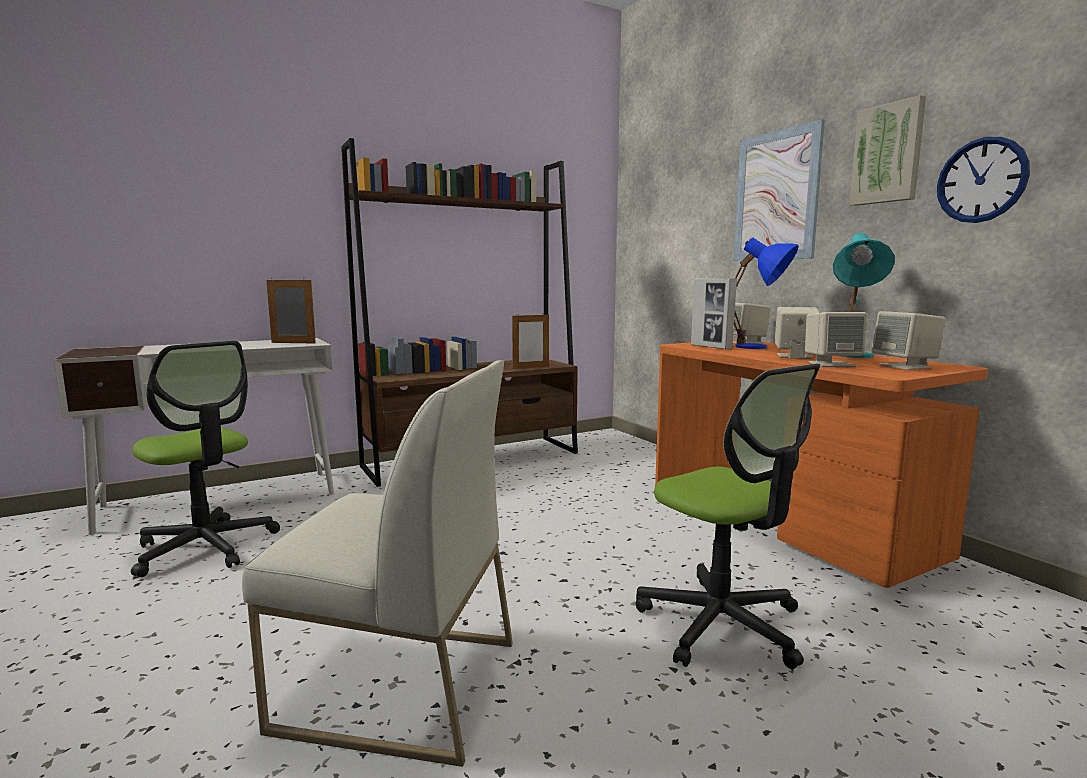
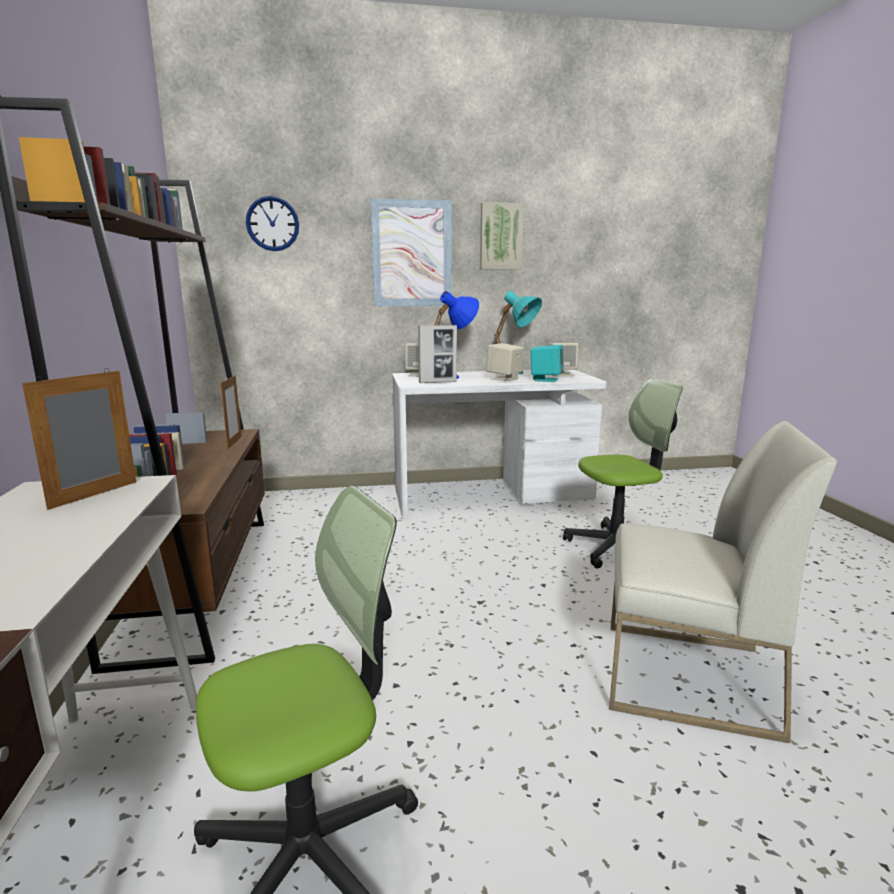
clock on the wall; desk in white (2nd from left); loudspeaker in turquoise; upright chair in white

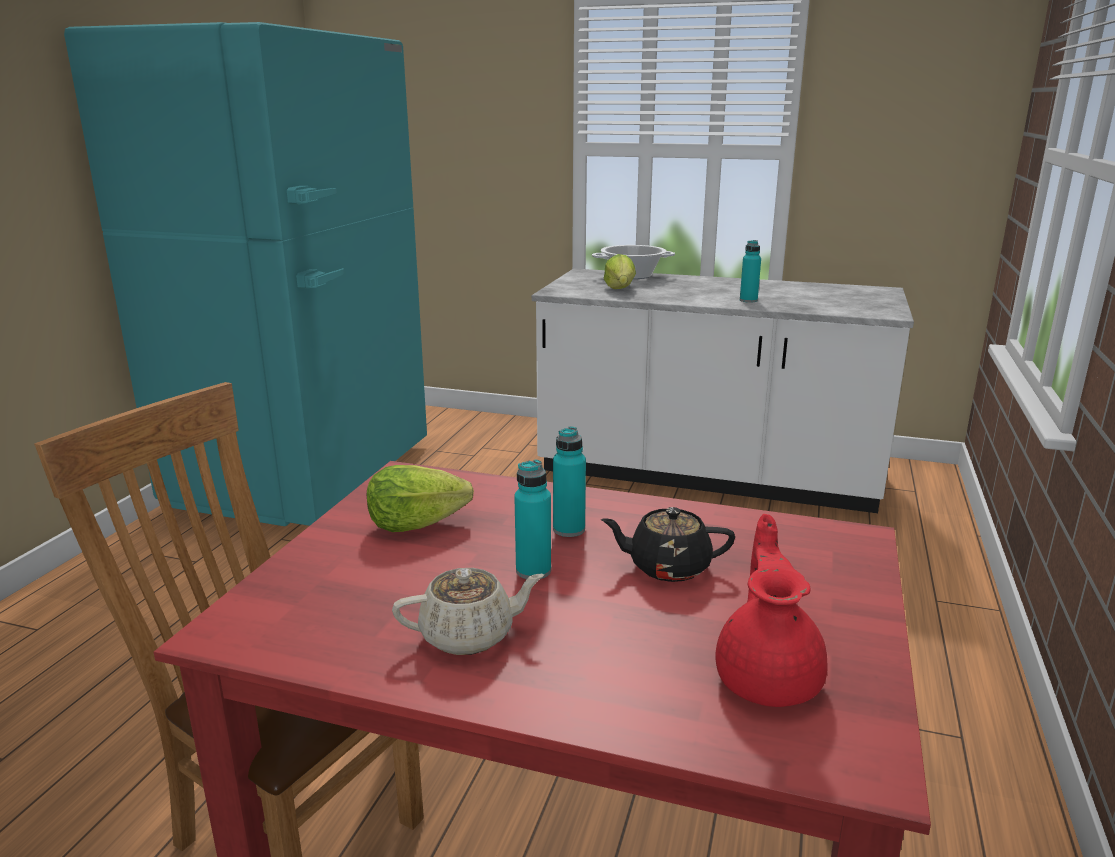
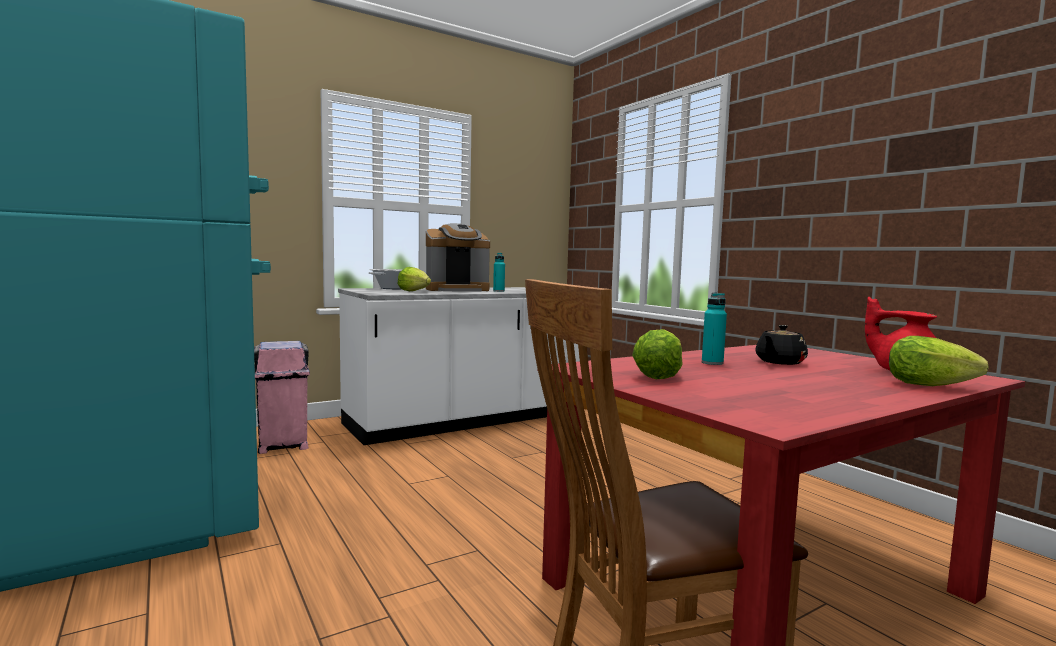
teapot in beige; drink bottle in turquoise (1st from left in the first image); rubbish bin in pink; coffee brewer; lettuce (3rd from left)

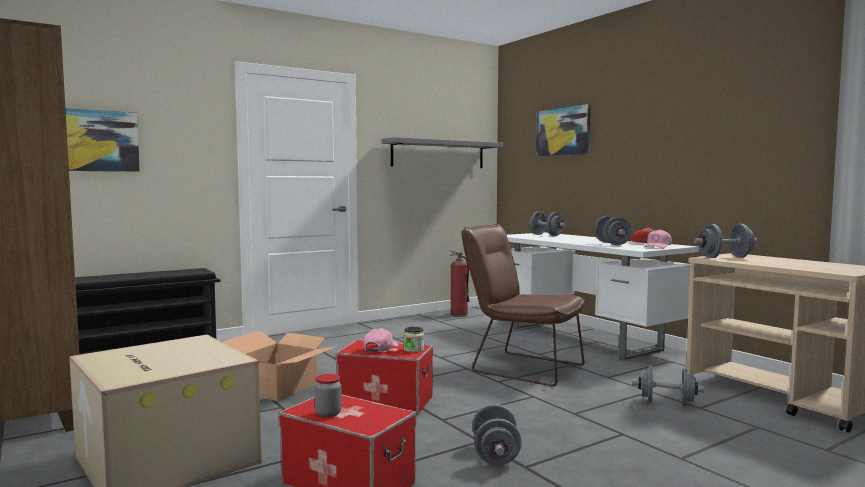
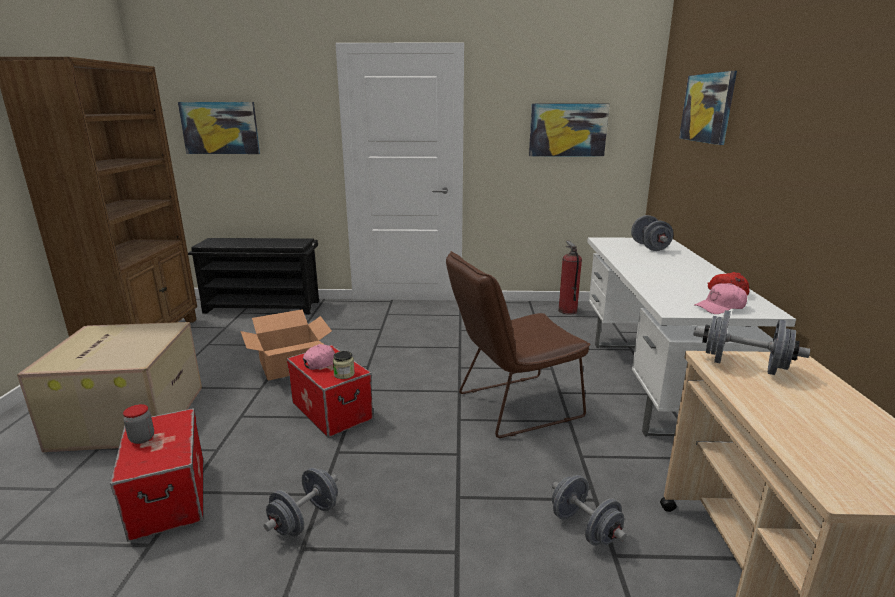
free weight in greyish (3rd from left in the first image); picture (2nd from left); upright chair in brown

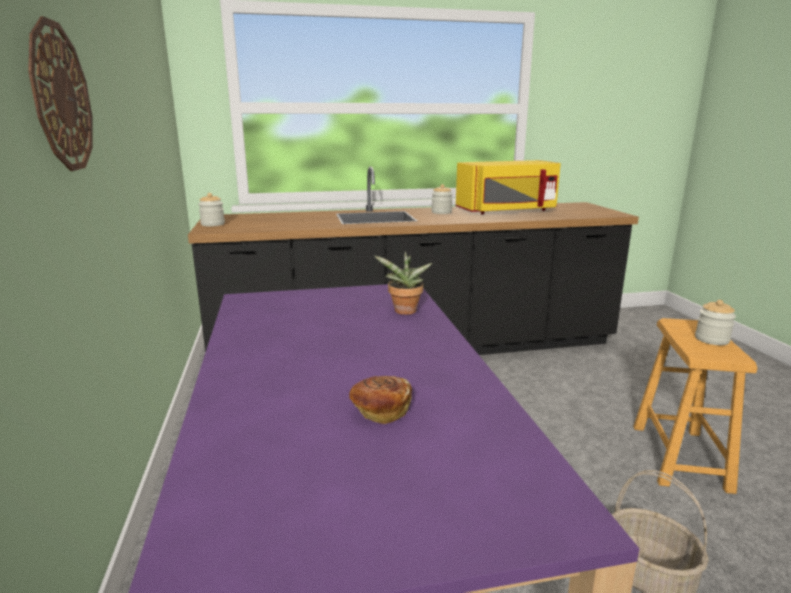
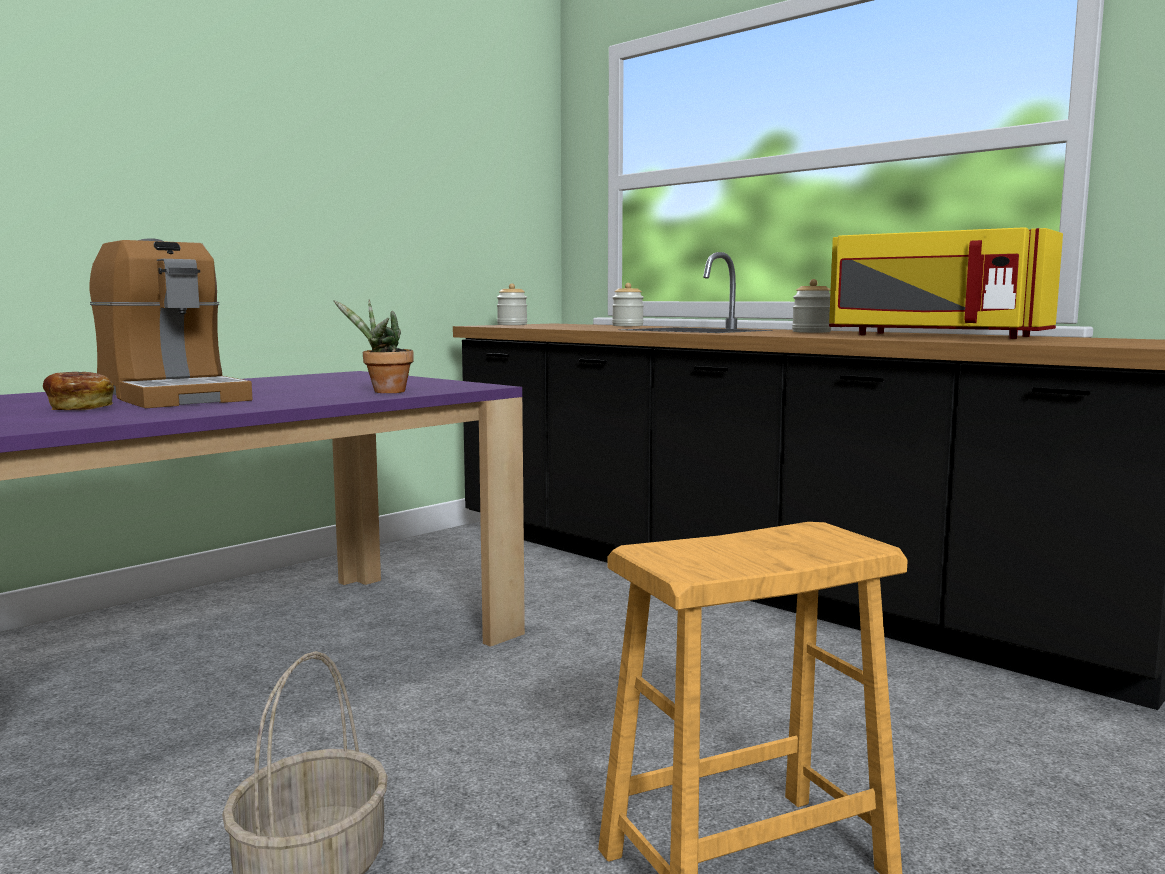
clock on the wall; coffee brewer; preserve jar (2nd from left)

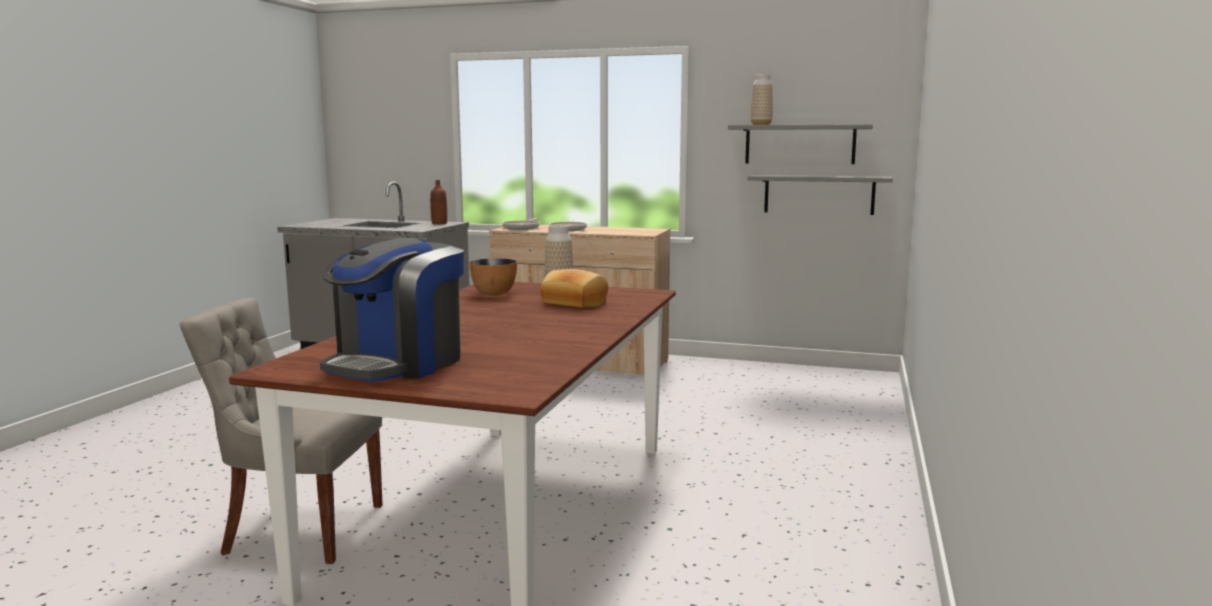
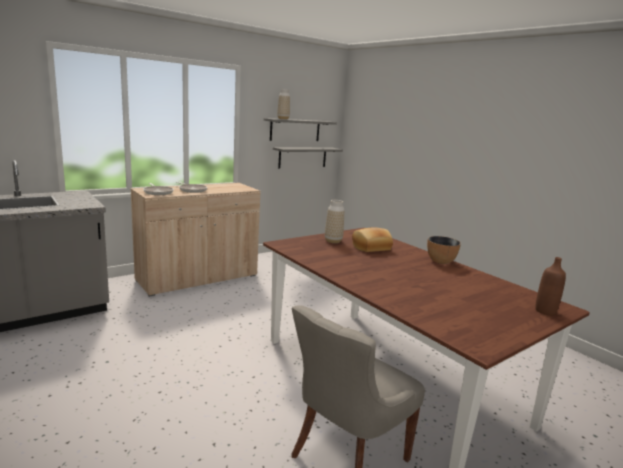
coffee brewer; drink bottle in brown; deep dish

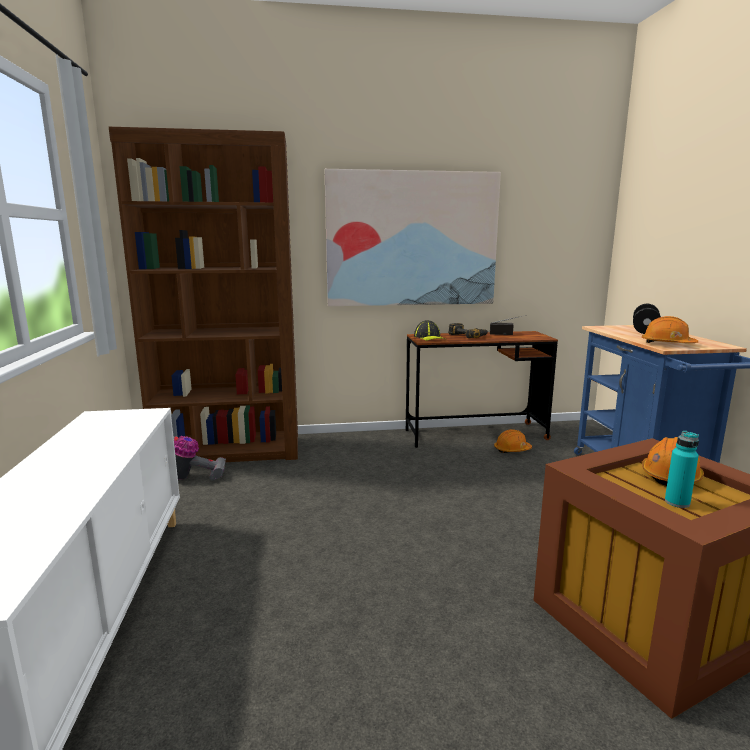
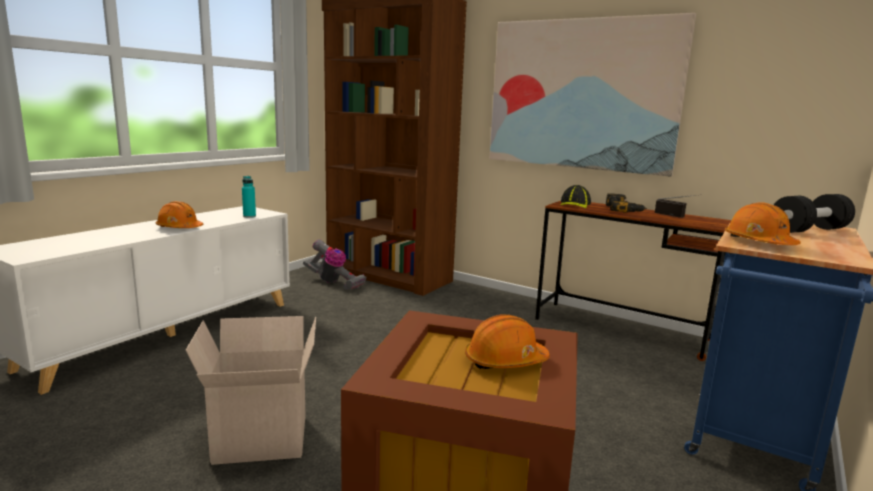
cardboard box; work helmet in orange-coloured (1st from left); drink bottle in turquoise

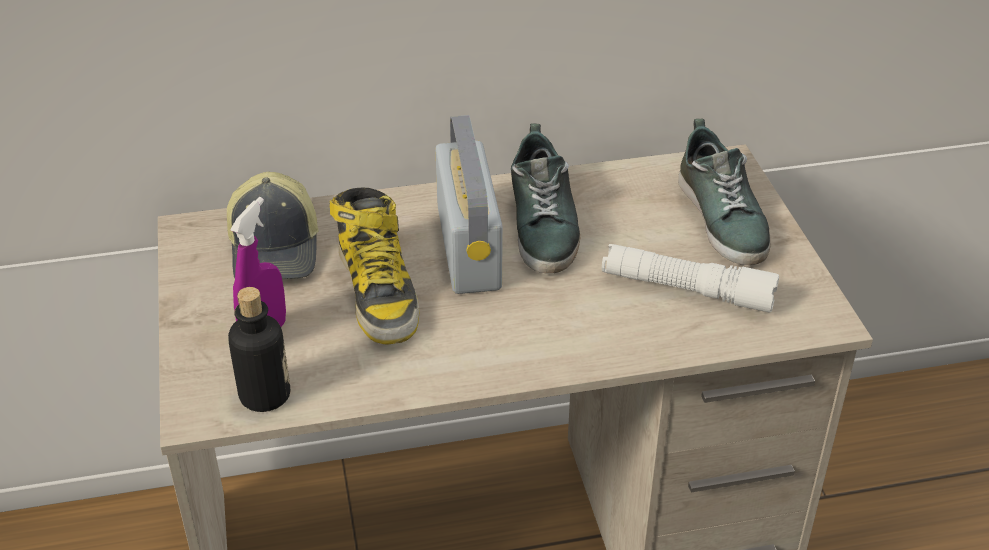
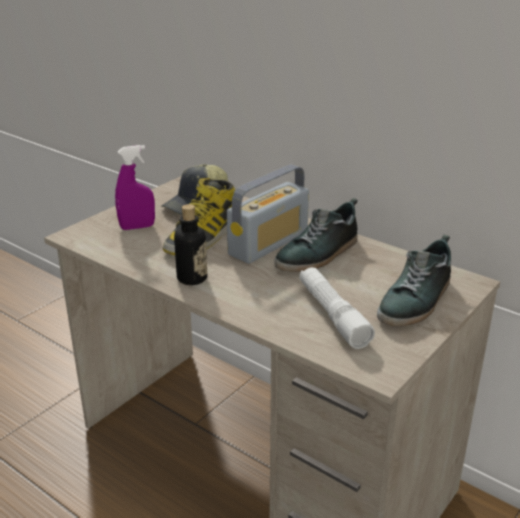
drink bottle

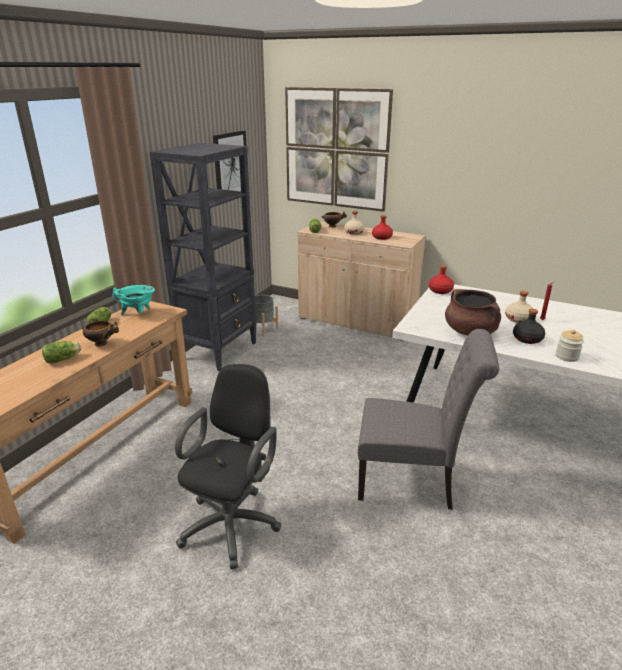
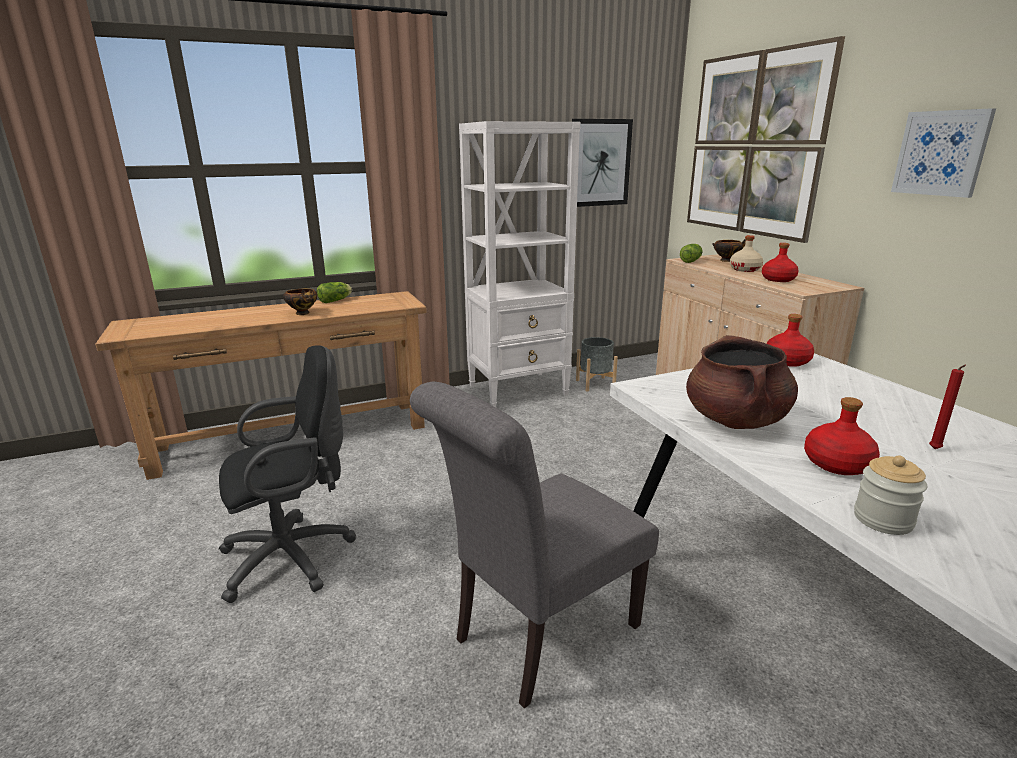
lettuce (1st from left in the first image); stockpot in turquoise; drink bottle in beige (2nd from left in the first image); picture (3rd from left); bookshelf in white; drink bottle in red (3rd from left); upright chair in greyish

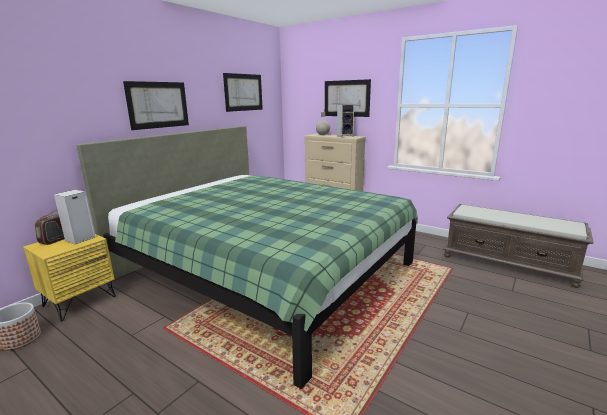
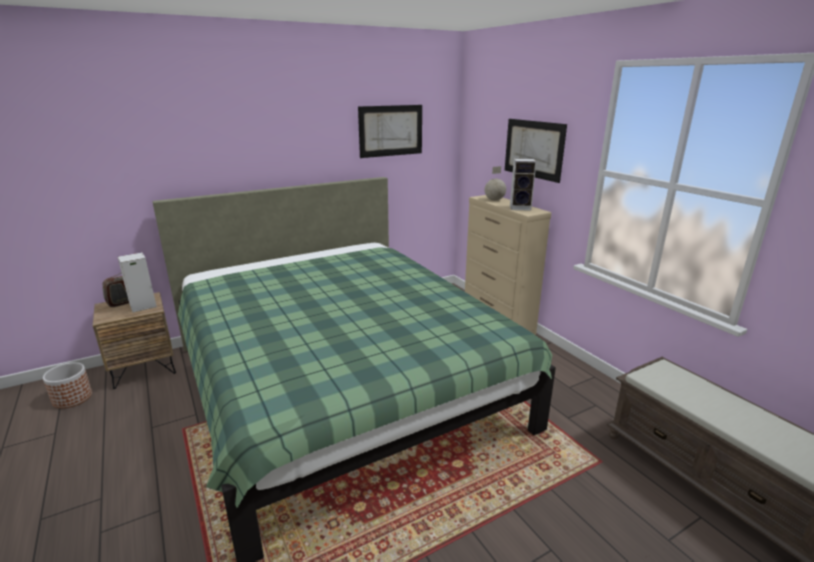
picture (1st from left in the first image); nightstand in brown

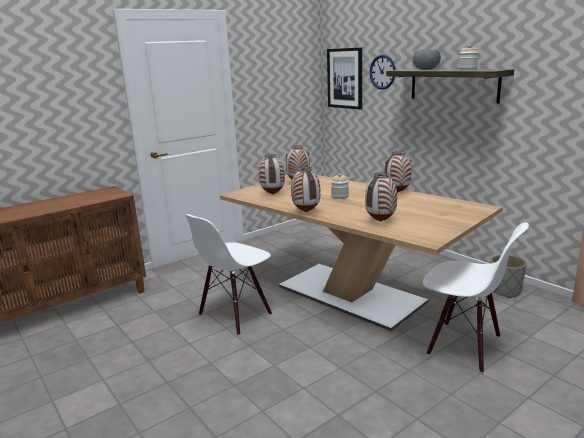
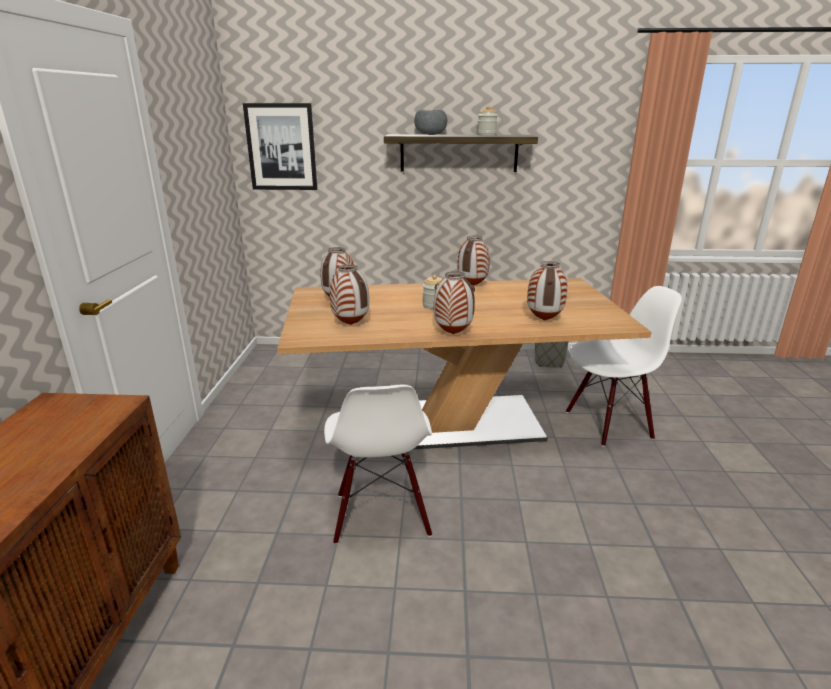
clock on the wall

